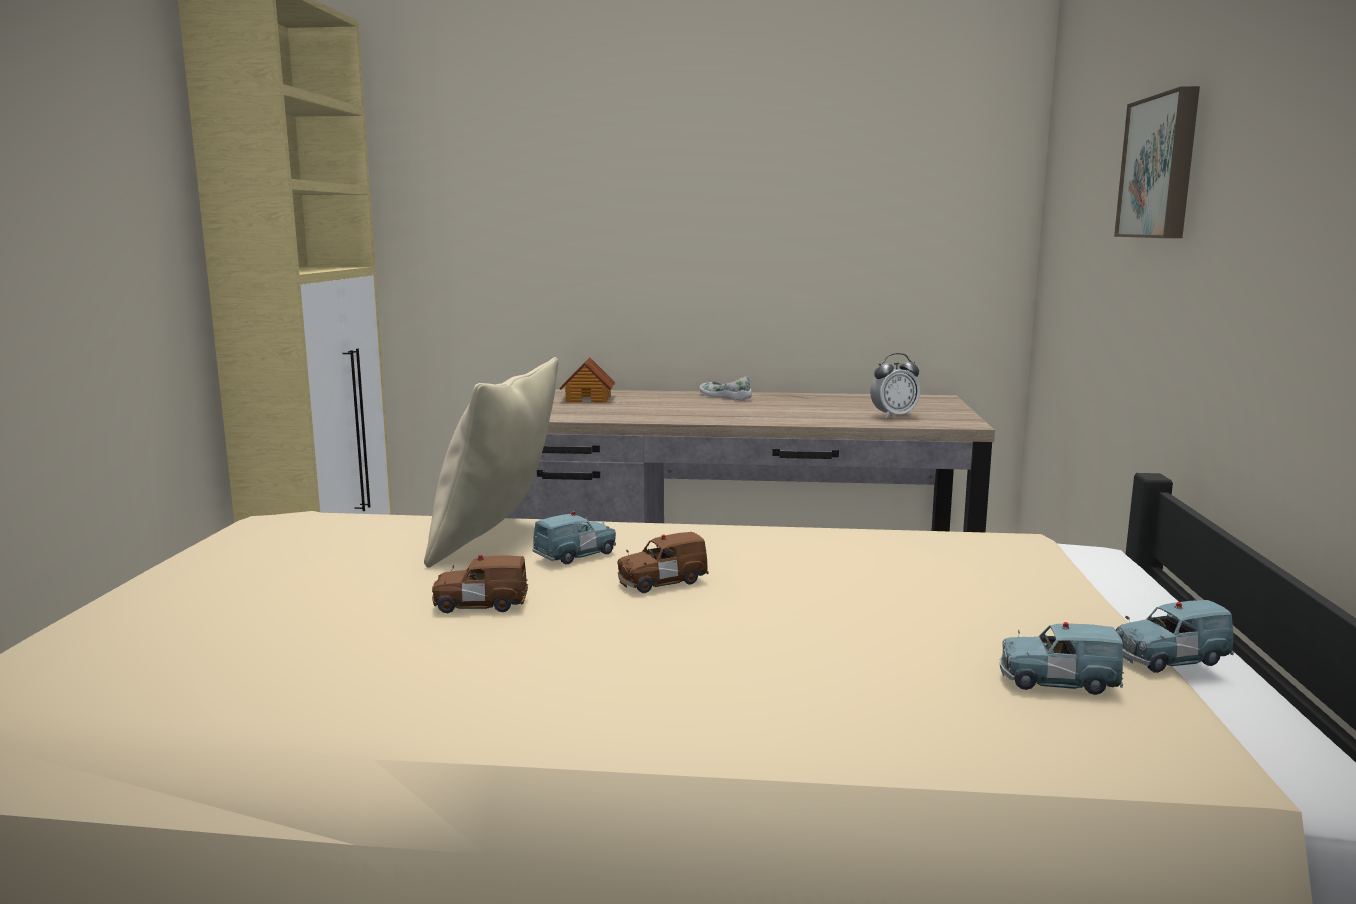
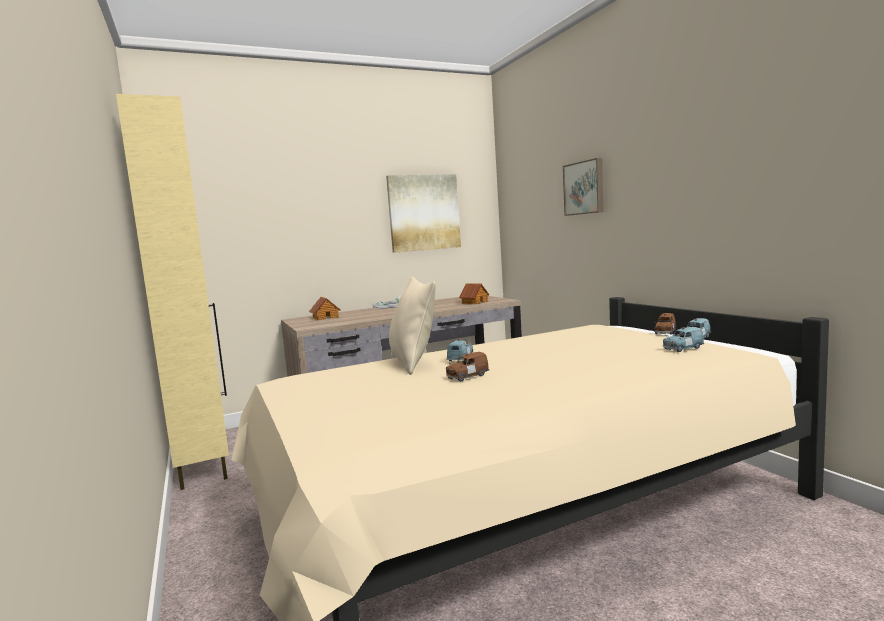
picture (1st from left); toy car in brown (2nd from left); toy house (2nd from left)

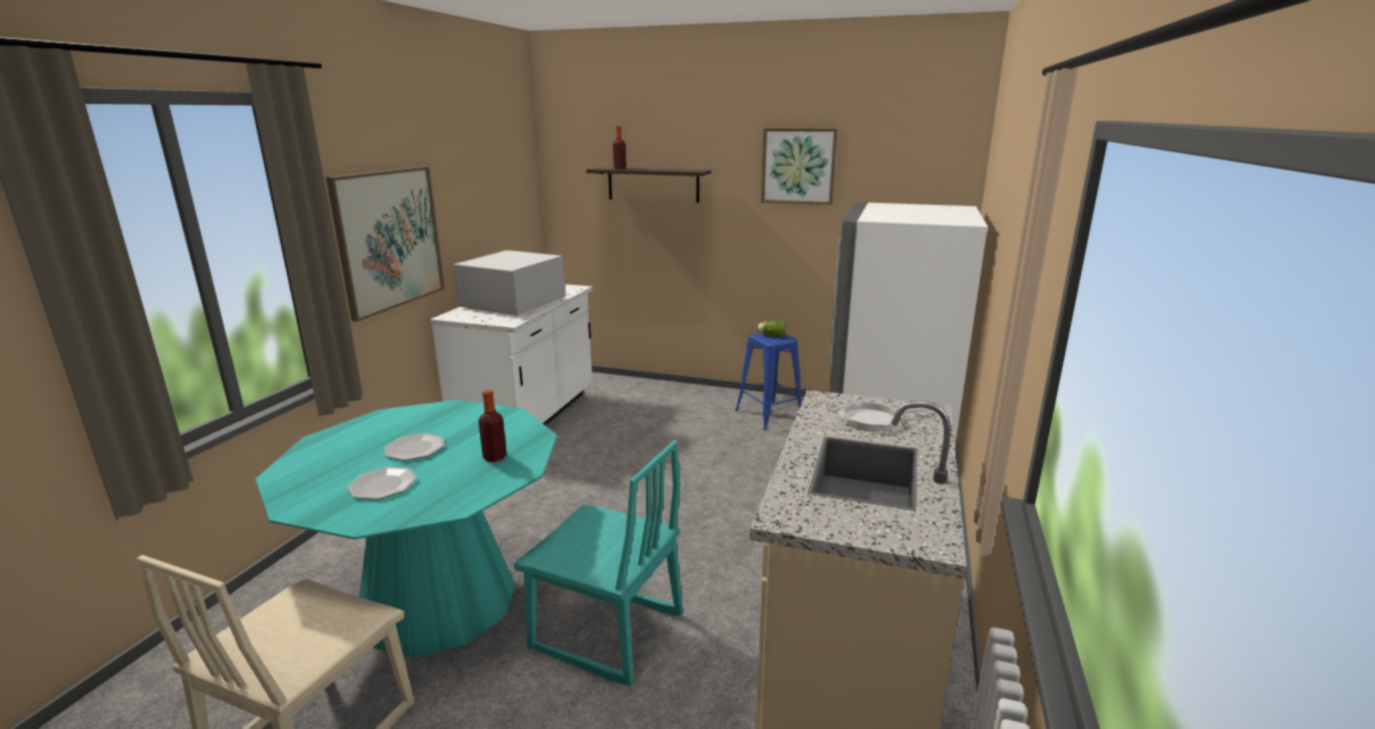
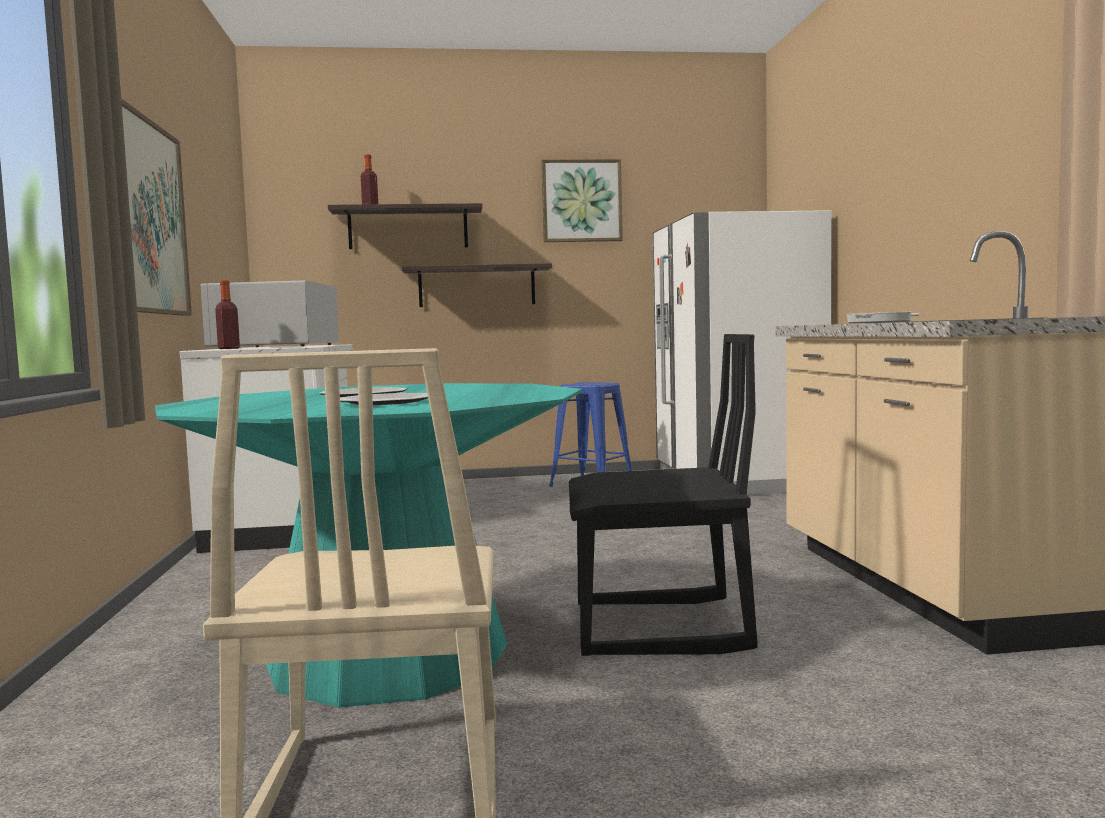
lettuce; wall shelf (2nd from left); drink bottle (1st from left); upright chair in black

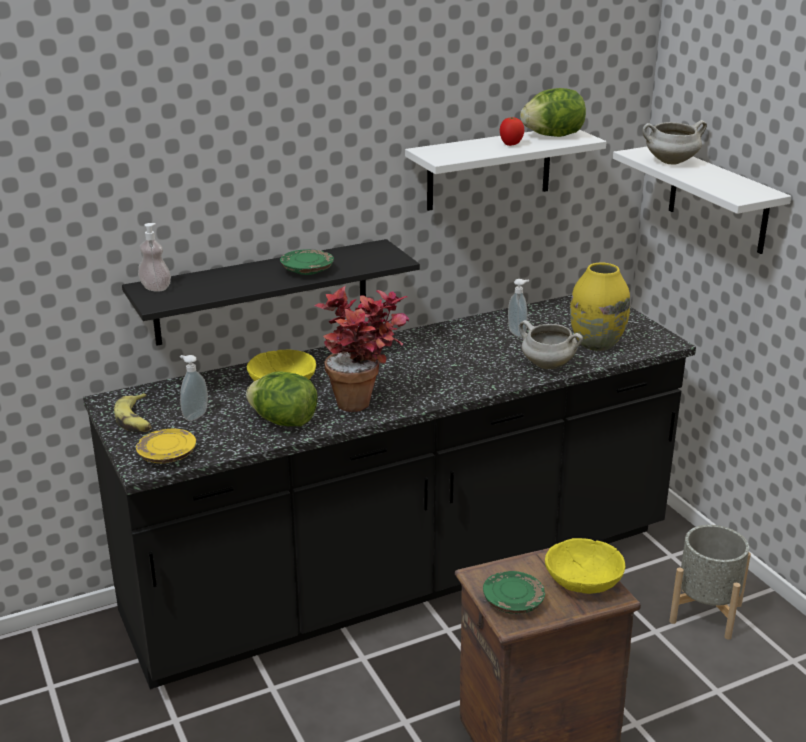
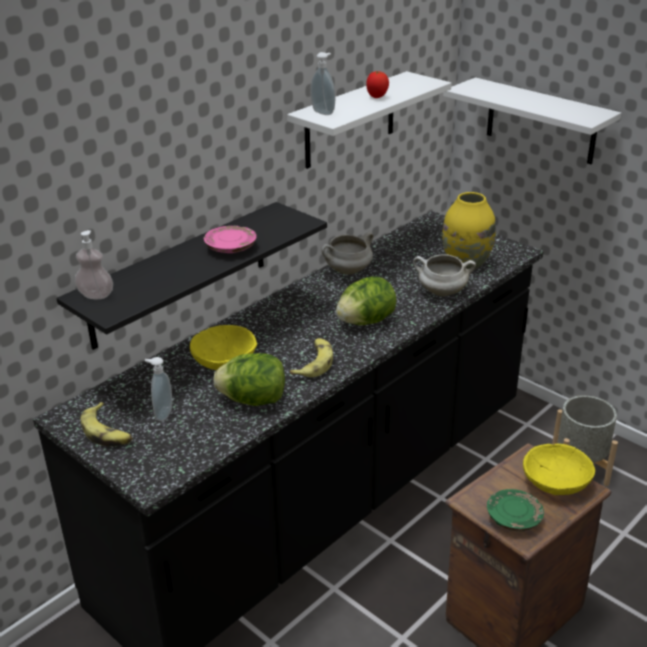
dinner plate in yellowish; soap dispenser (3rd from left); lettuce (2nd from left); stockpot in white (1st from left); banana fruit (2nd from left); dinner plate in pink

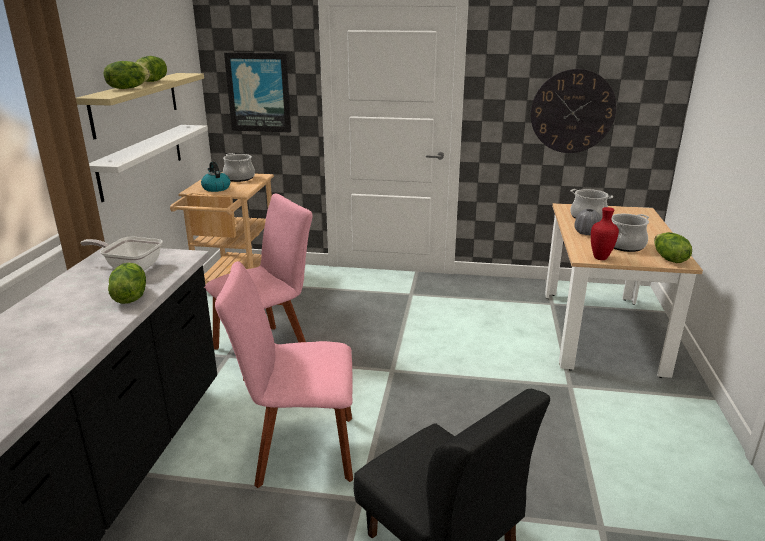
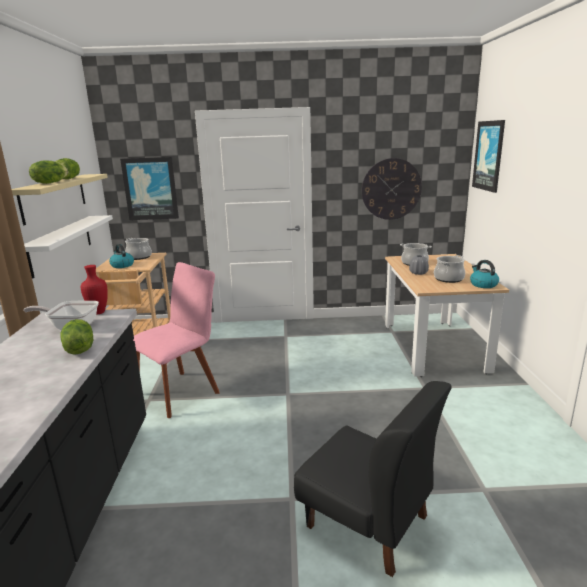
upright chair in pink (2nd from left in the first image); picture (2nd from left); decorative vase in red; water kettle (2nd from left)

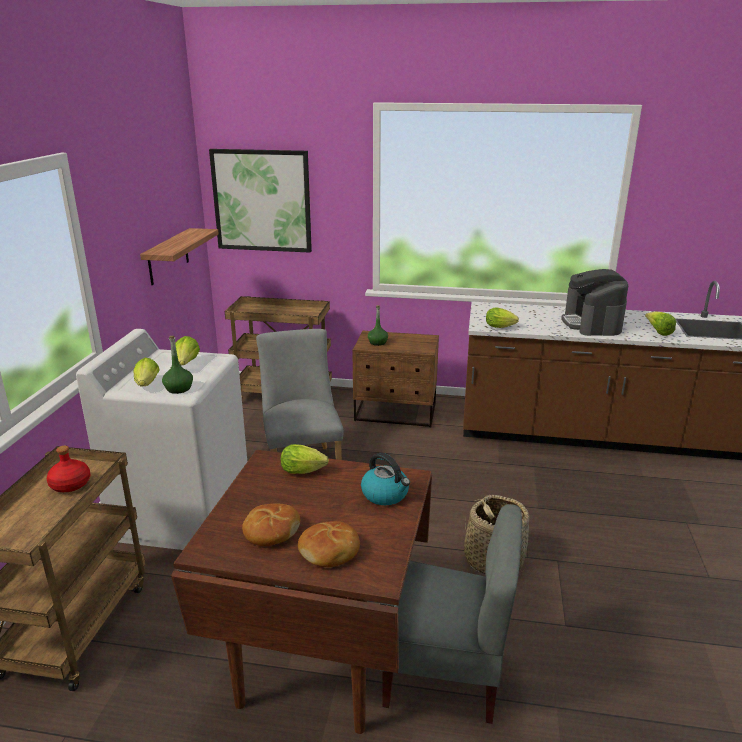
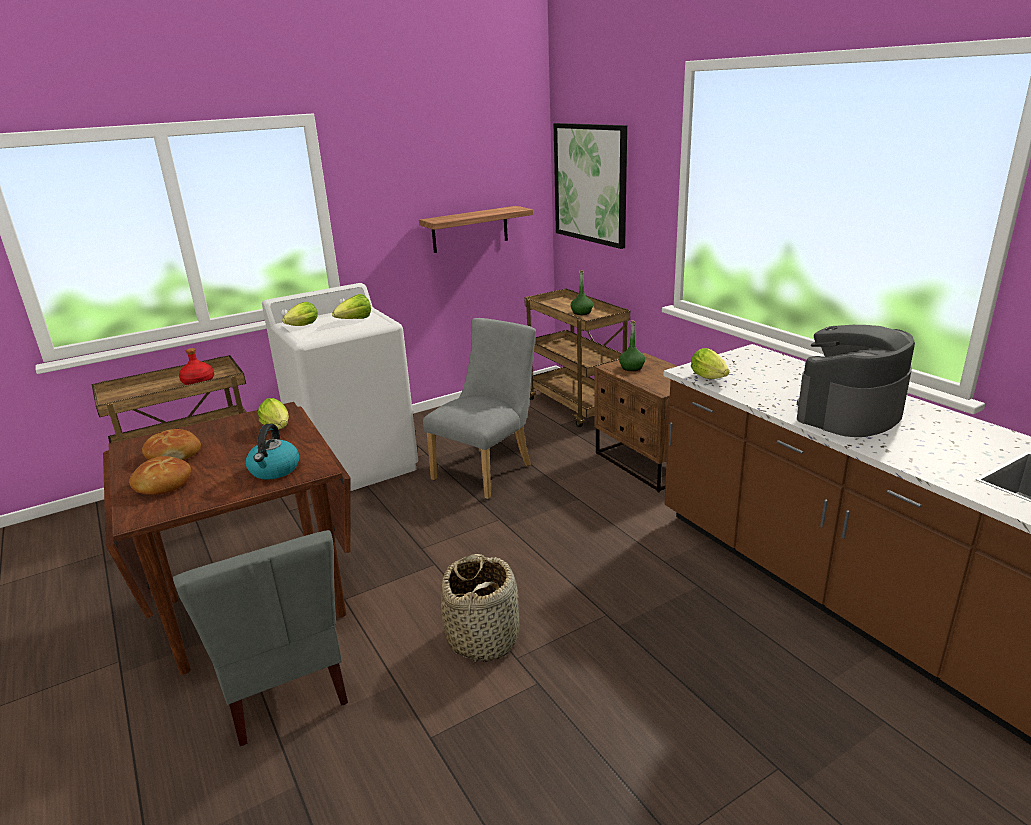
lettuce (5th from left in the first image); drink bottle in green-coloured (1st from left)

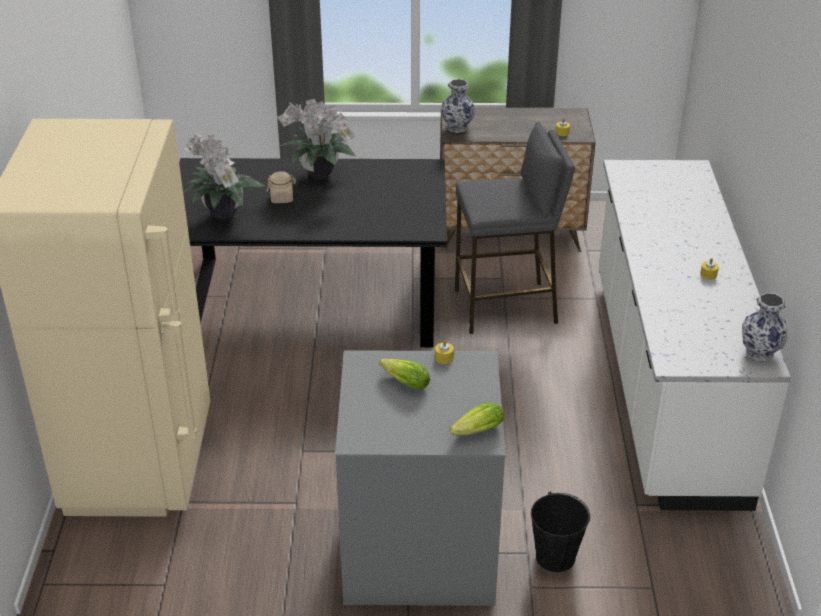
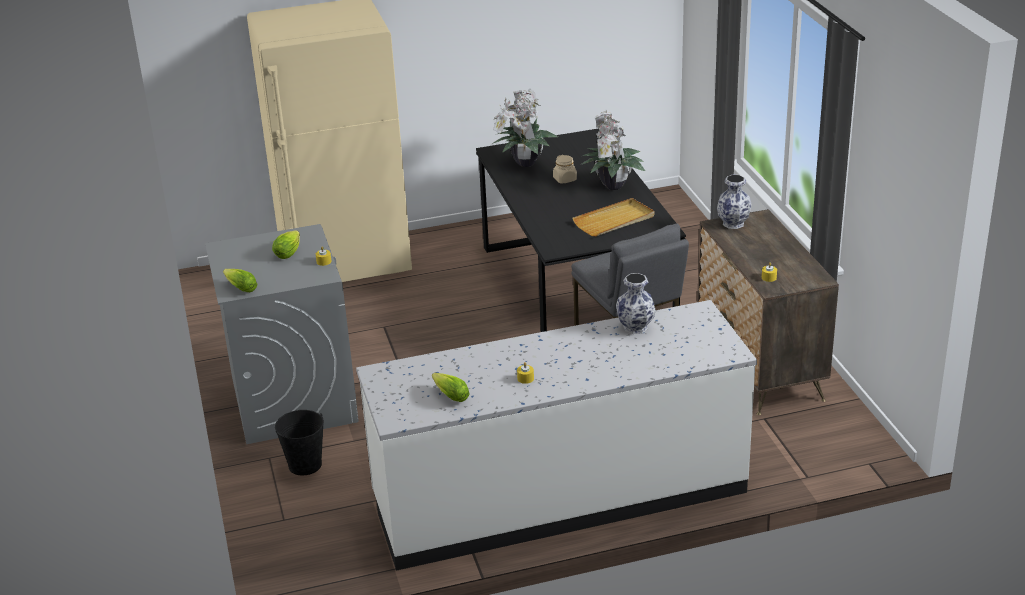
lettuce (3rd from left); tray in beige; decorative vase (1st from left)

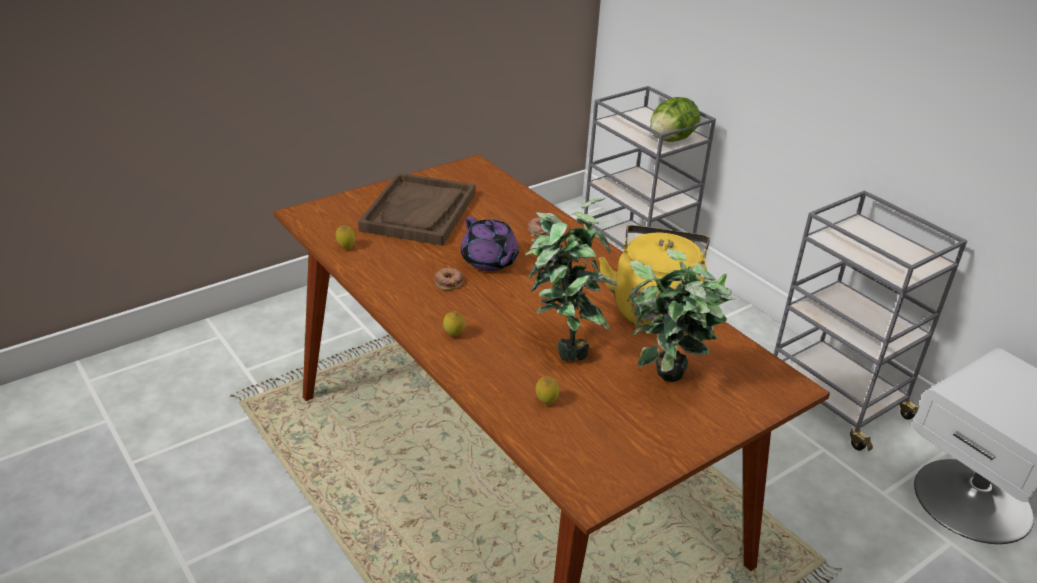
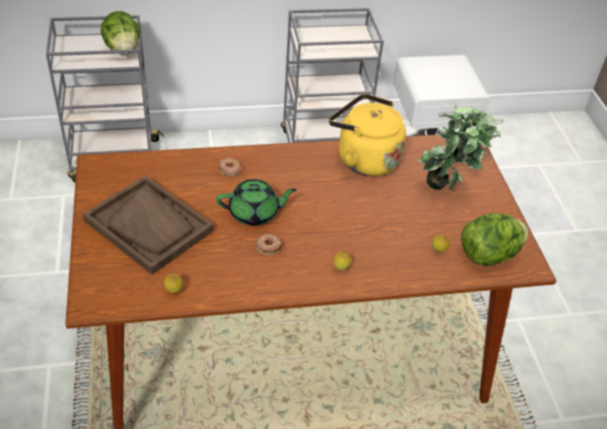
plant in a pot (1st from left in the first image); lettuce (2nd from left); teapot in green-coloured

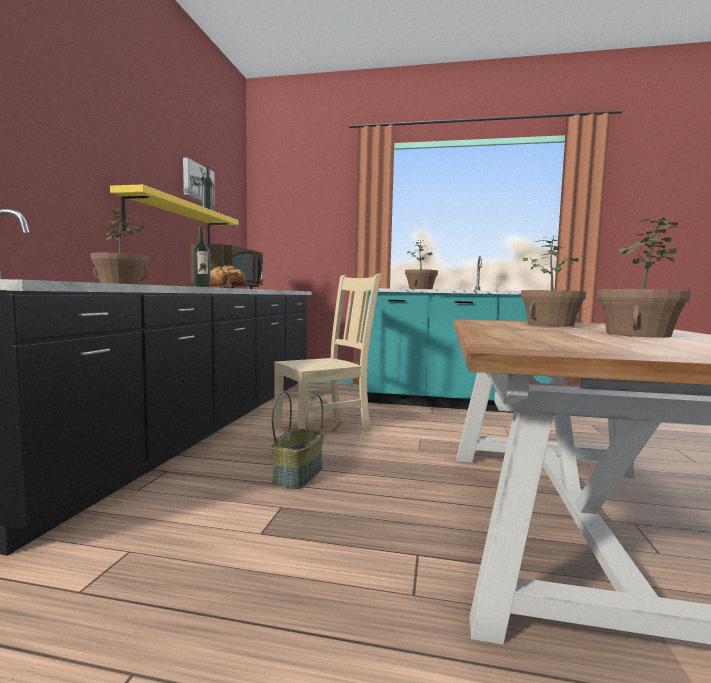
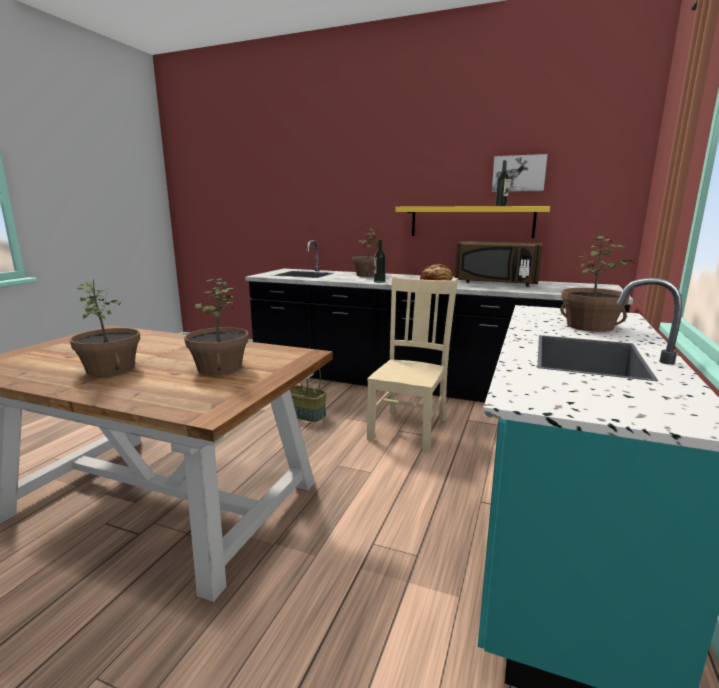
upright chair in beige

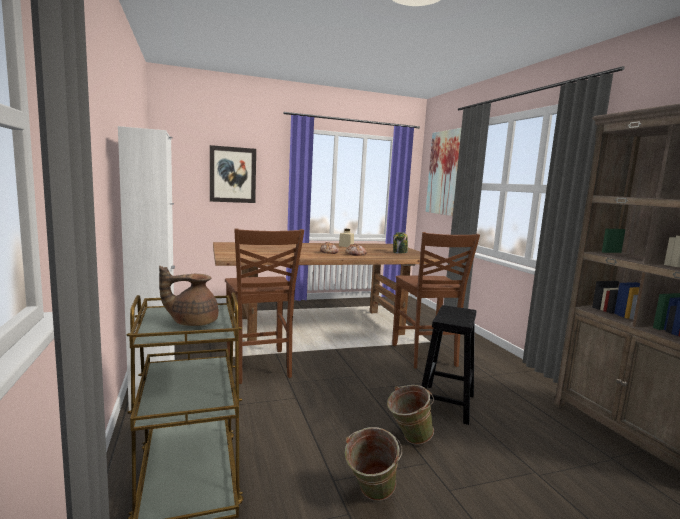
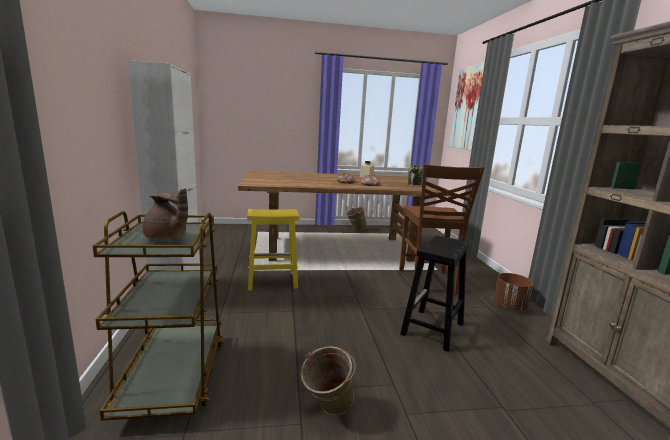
picture (1st from left in the first image); plant pot in brown; water bucket in green-coloured (2nd from left); stool seat in yellowish; teapot in brown

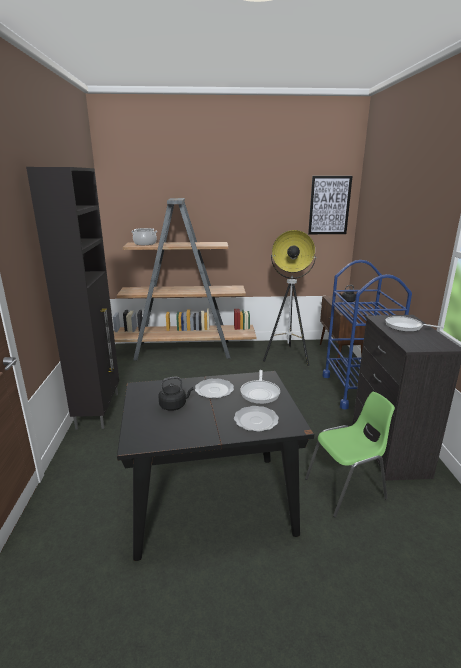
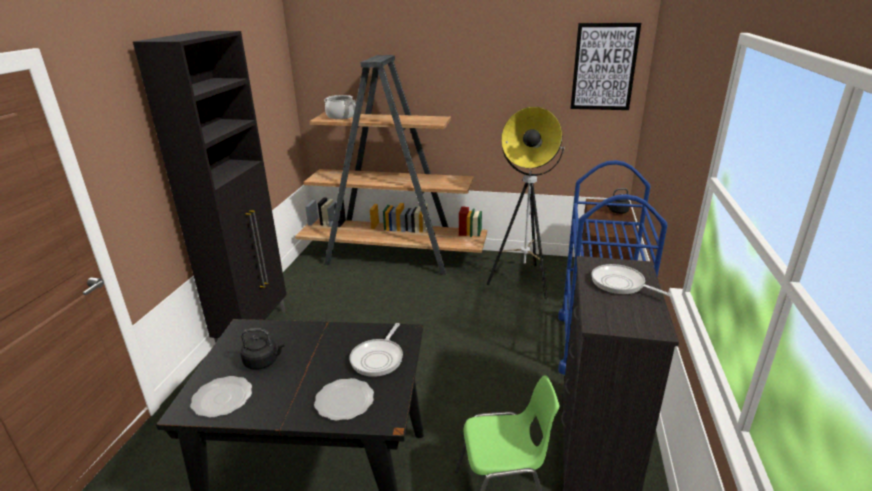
dinner plate (1st from left)

